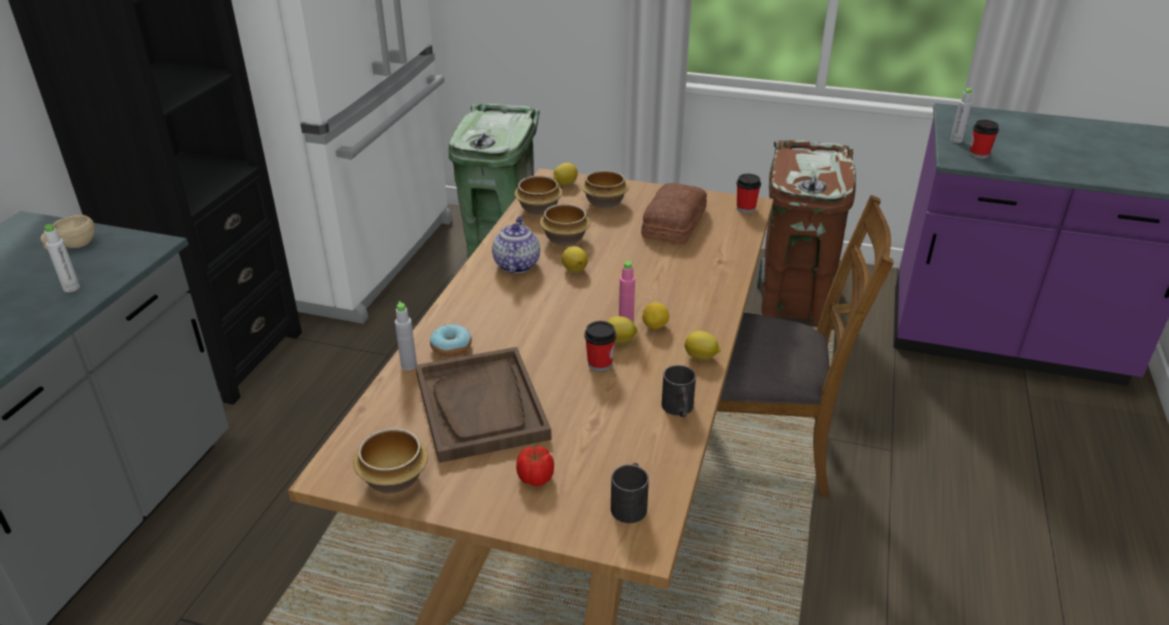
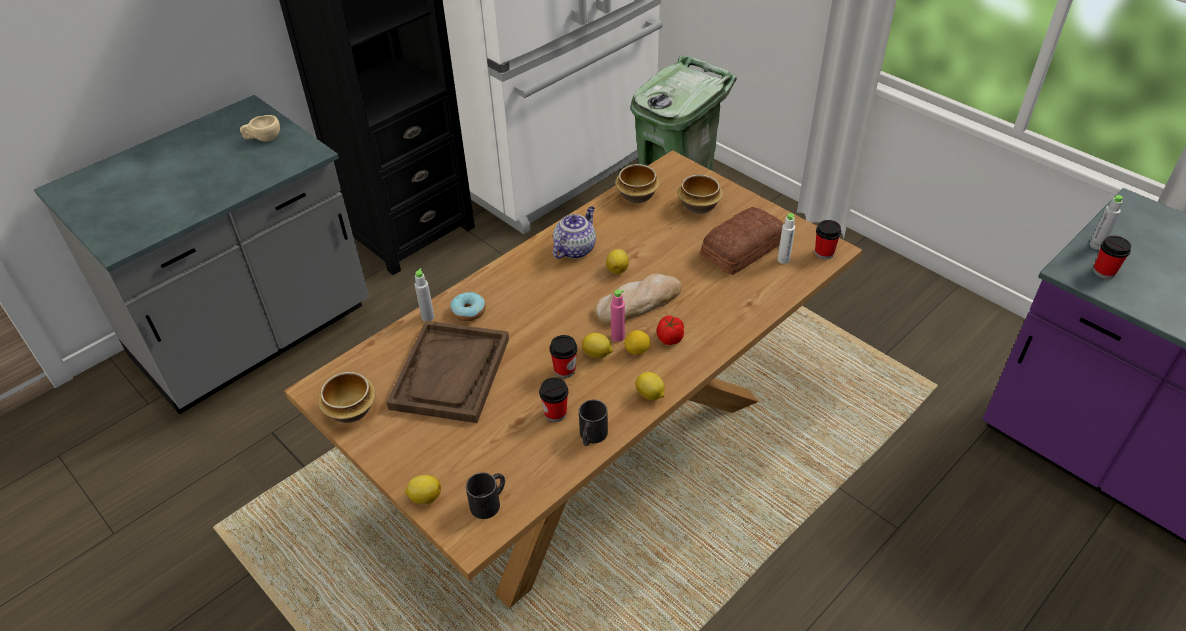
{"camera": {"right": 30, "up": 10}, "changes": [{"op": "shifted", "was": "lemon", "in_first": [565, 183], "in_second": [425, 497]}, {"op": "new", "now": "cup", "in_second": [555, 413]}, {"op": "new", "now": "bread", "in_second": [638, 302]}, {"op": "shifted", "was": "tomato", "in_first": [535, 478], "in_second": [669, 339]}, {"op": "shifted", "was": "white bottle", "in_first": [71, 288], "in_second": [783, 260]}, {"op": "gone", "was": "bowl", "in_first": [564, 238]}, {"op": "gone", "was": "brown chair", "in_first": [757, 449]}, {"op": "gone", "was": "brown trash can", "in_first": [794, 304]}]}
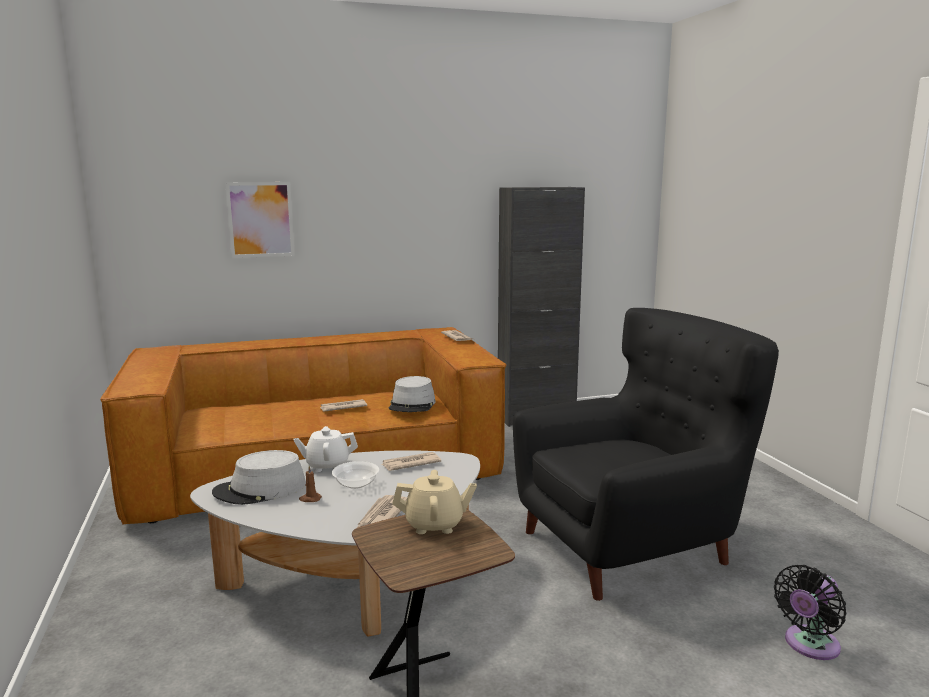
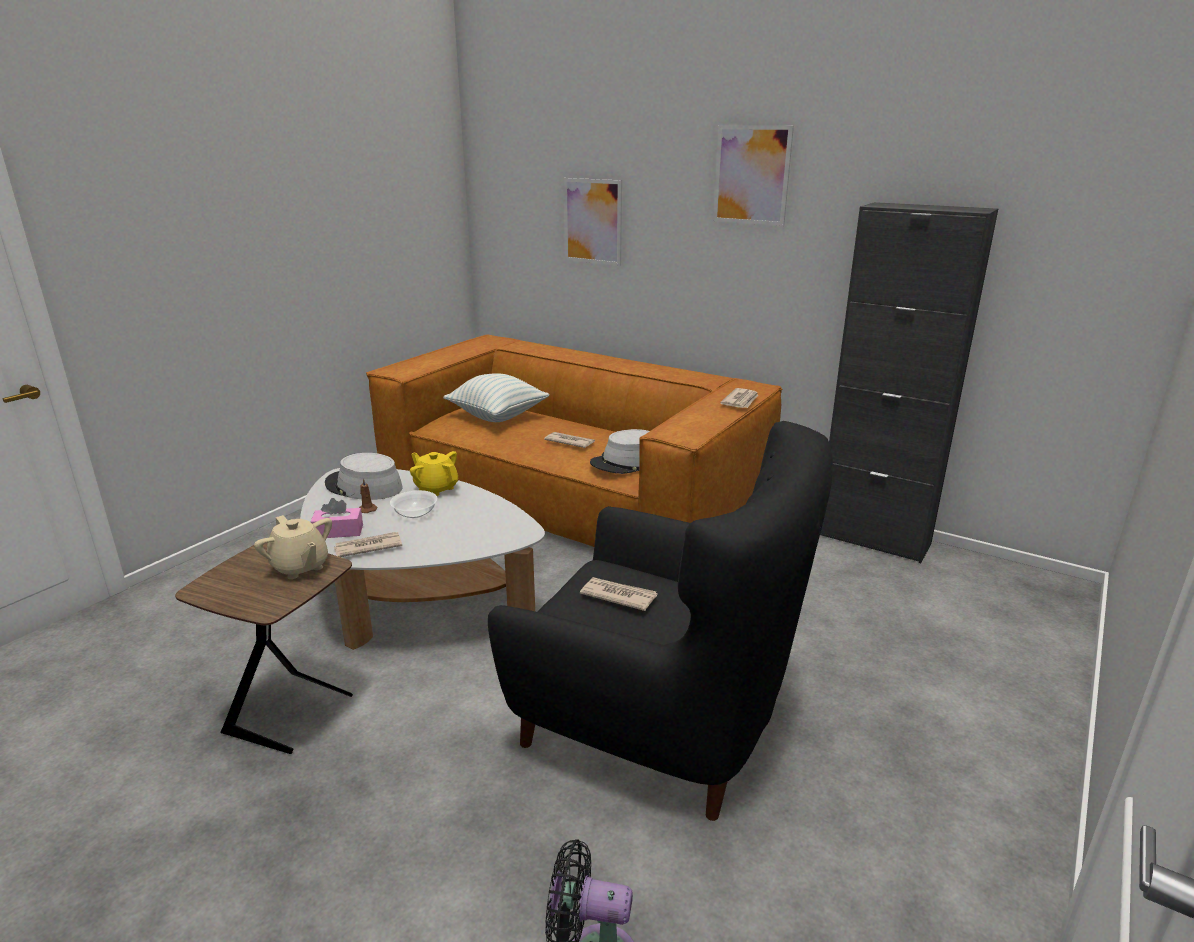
{"camera": {"right": 50, "up": 10}, "changes": [{"op": "new", "now": "pink tissue box", "in_second": [338, 531]}, {"op": "repainted", "was": "white teapot", "now": "yellow teapot", "in_first": [327, 465], "in_second": [436, 488]}, {"op": "new", "now": "pillow", "in_second": [497, 416]}, {"op": "shifted", "was": "newspaper", "in_first": [410, 464], "in_second": [618, 596]}, {"op": "new", "now": "picture", "in_second": [752, 175]}]}
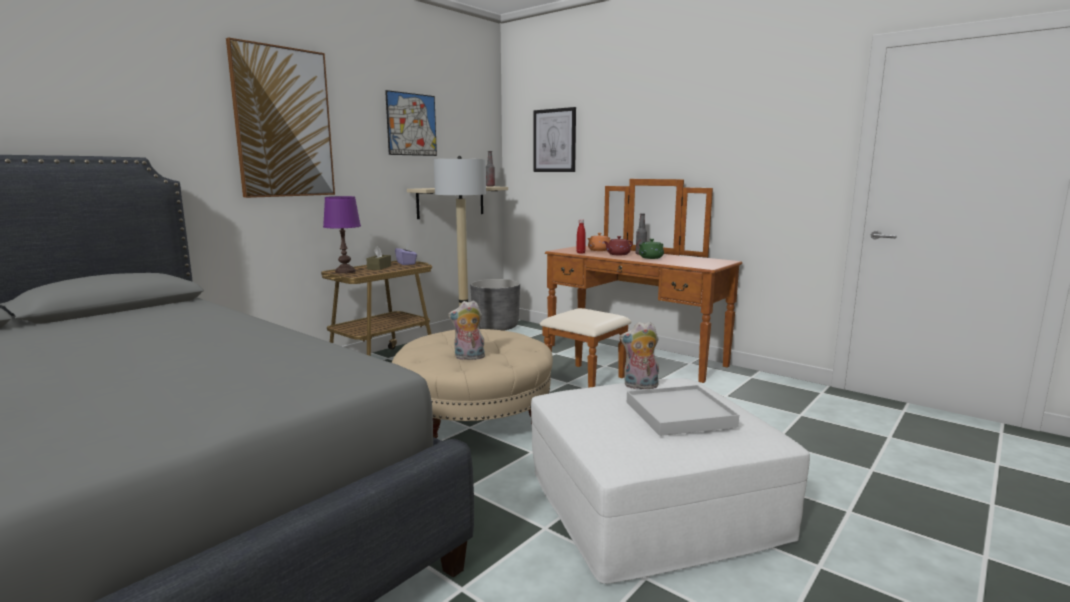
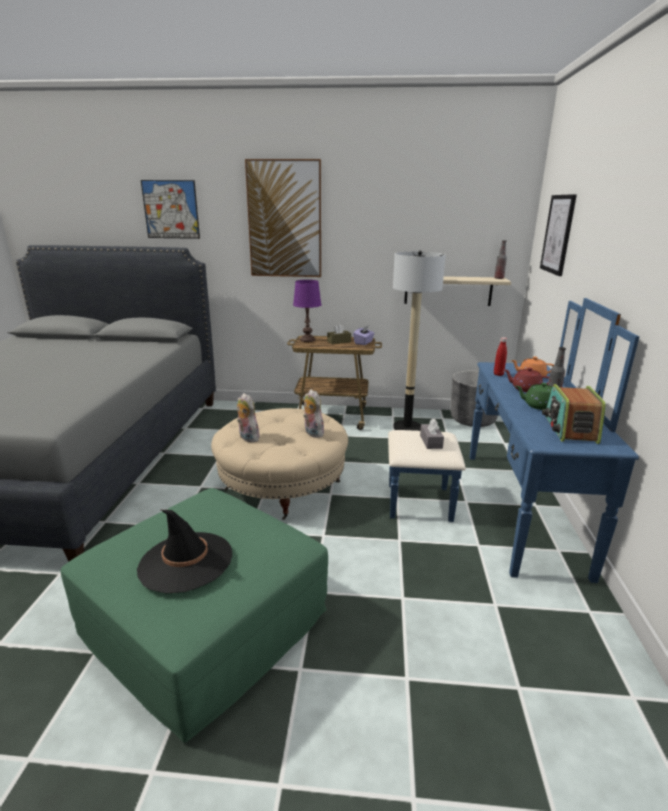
{"camera": {"right": 55, "up": 10}, "changes": [{"op": "repainted", "was": "white ottoman", "now": "green ottoman", "in_first": [653, 503], "in_second": [206, 622]}, {"op": "swapped", "was": "white tray", "now": "black hat", "in_first": [679, 414], "in_second": [185, 562]}, {"op": "shifted", "was": "picture", "in_first": [411, 124], "in_second": [171, 209]}, {"op": "shifted", "was": "plush toy", "in_first": [640, 386], "in_second": [312, 433]}, {"op": "repainted", "was": "brown dresser", "now": "blue dresser", "in_first": [624, 360], "in_second": [497, 507]}, {"op": "new", "now": "grey tissue box", "in_second": [431, 442]}, {"op": "new", "now": "radio", "in_second": [569, 429]}]}
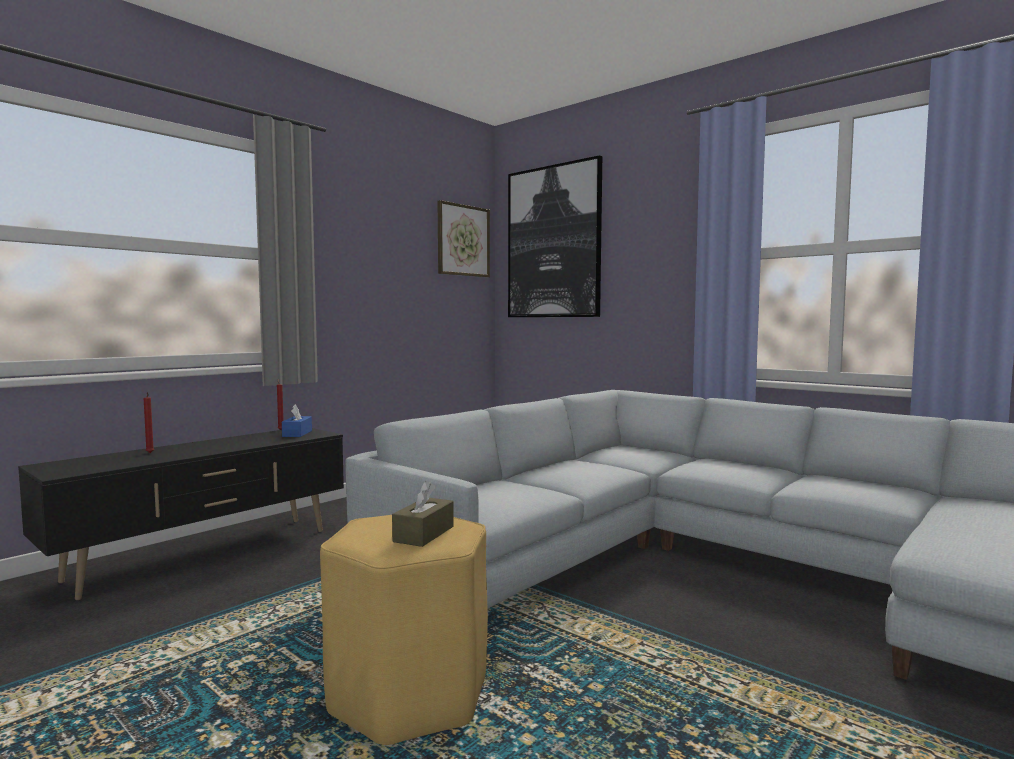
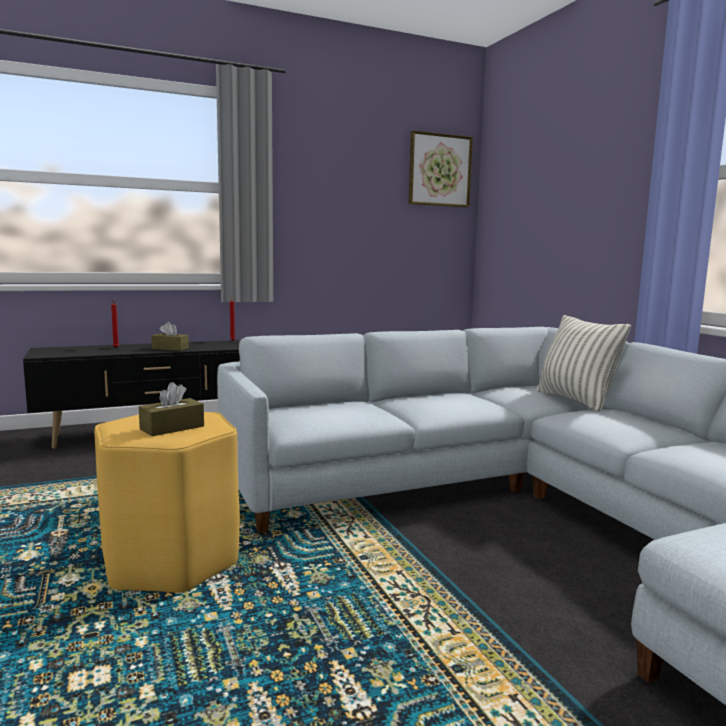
{"camera": {"right": 25, "up": 5}, "changes": [{"op": "new", "now": "brown tissue box", "in_second": [170, 348]}, {"op": "new", "now": "pillow", "in_second": [576, 400]}, {"op": "gone", "was": "blue tissue box", "in_first": [297, 433]}, {"op": "gone", "was": "picture", "in_first": [553, 242]}]}
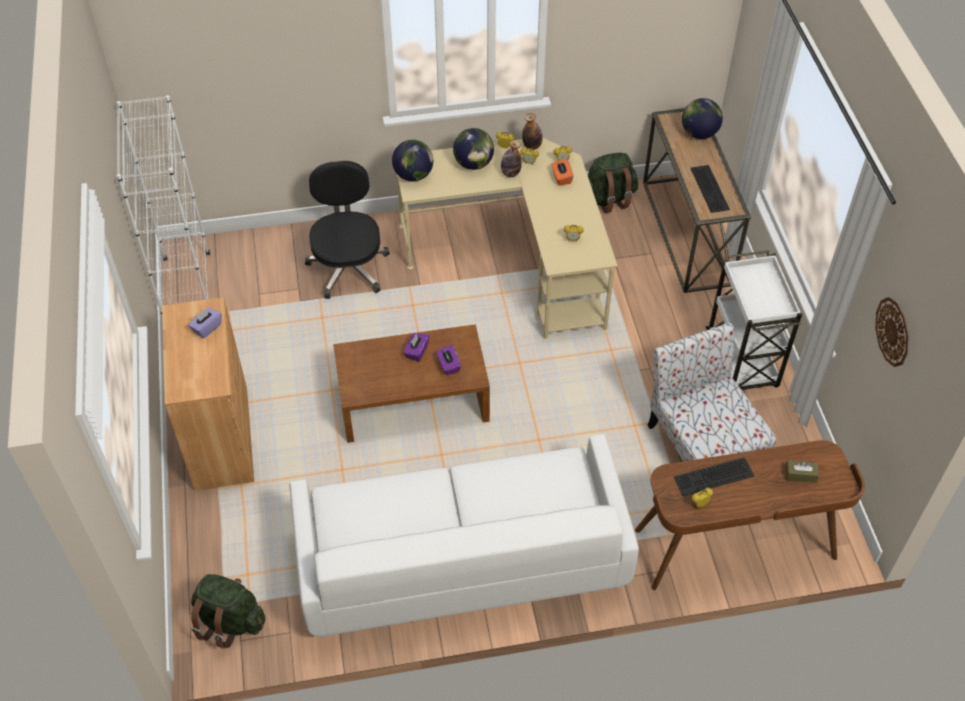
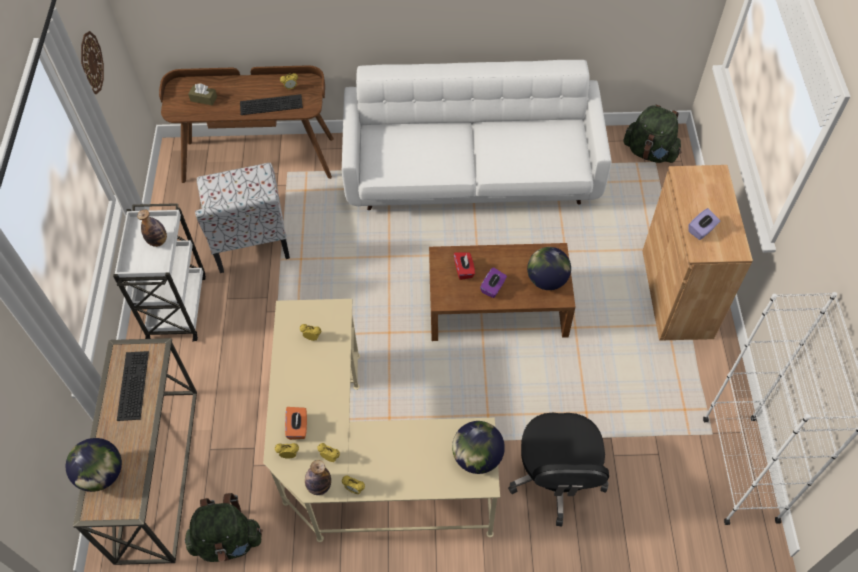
{"camera": {"right": -170, "up": 5}, "changes": [{"op": "shifted", "was": "bottle", "in_first": [510, 173], "in_second": [158, 241]}, {"op": "repainted", "was": "purple tissue box", "now": "red tissue box", "in_first": [448, 365], "in_second": [464, 270]}, {"op": "shifted", "was": "globe", "in_first": [473, 164], "in_second": [546, 280]}]}
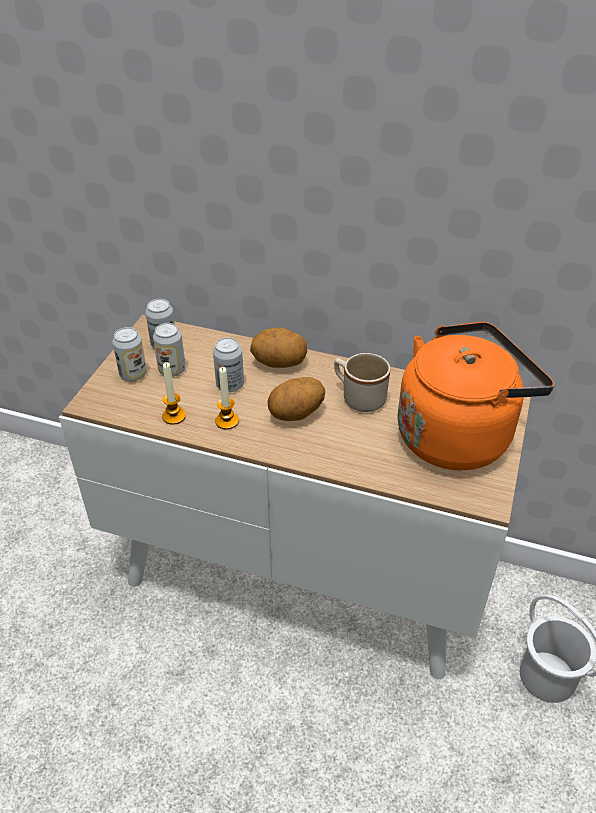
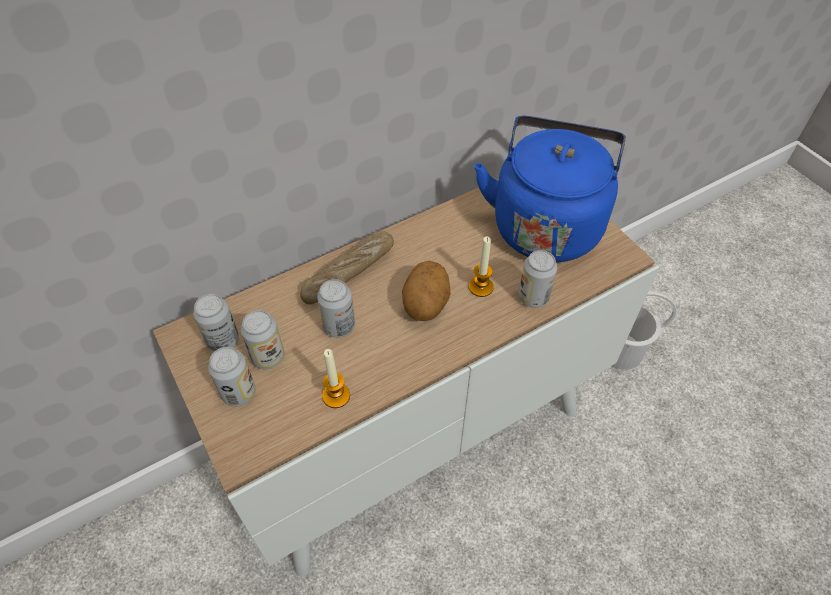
{"camera": {"right": -50, "up": 10}, "changes": [{"op": "swapped", "was": "potato", "now": "bread", "in_first": [279, 363], "in_second": [349, 273]}, {"op": "shifted", "was": "candle", "in_first": [227, 421], "in_second": [481, 287]}, {"op": "repainted", "was": "orange kettle", "now": "blue kettle", "in_first": [458, 434], "in_second": [546, 224]}, {"op": "new", "now": "can", "in_second": [533, 297]}, {"op": "gone", "was": "beige mug", "in_first": [358, 397]}]}
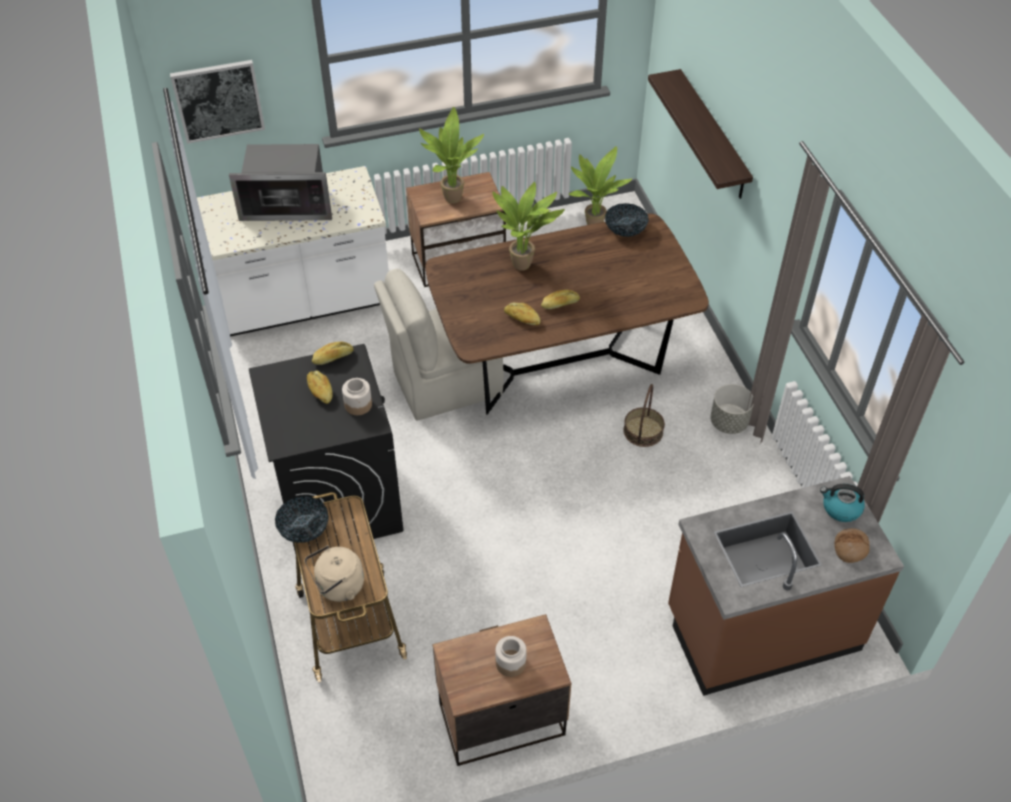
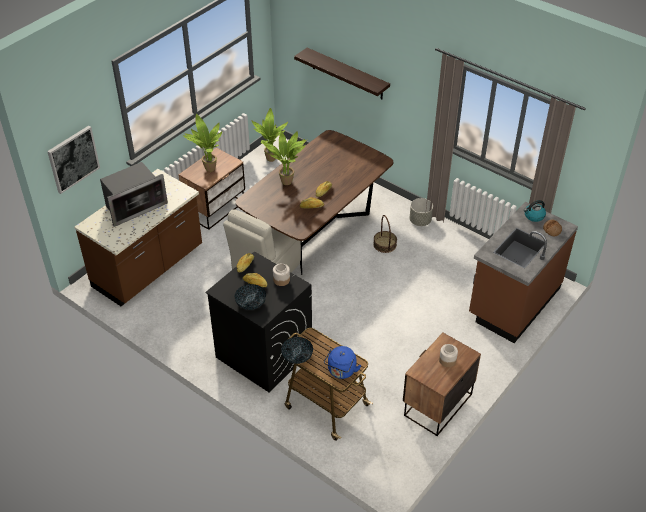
{"camera": {"right": -35, "up": -5}, "changes": [{"op": "repainted", "was": "white counter", "now": "brown counter", "in_first": [306, 303], "in_second": [149, 268]}, {"op": "shifted", "was": "bowl", "in_first": [625, 229], "in_second": [250, 303]}, {"op": "repainted", "was": "beige kettle", "now": "blue kettle", "in_first": [338, 587], "in_second": [341, 371]}]}
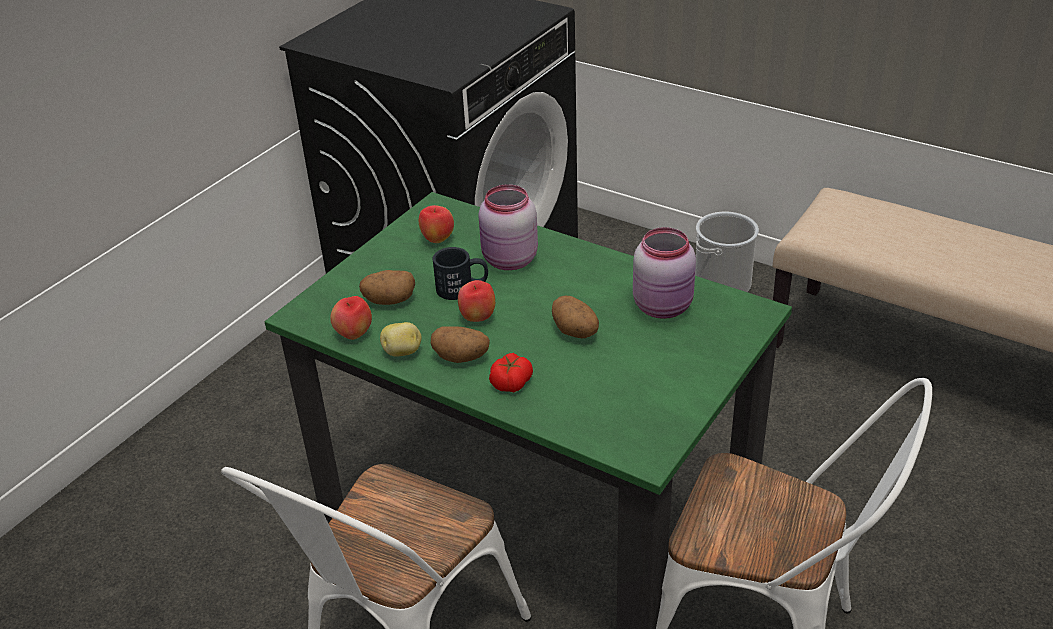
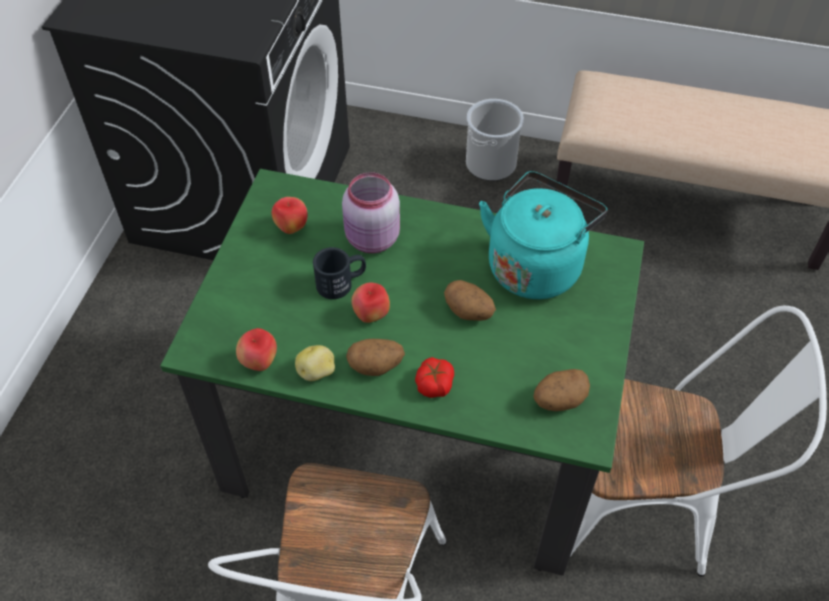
{"camera": {"right": -20, "up": 15}, "changes": [{"op": "swapped", "was": "pink jar", "now": "turquoise kettle", "in_first": [664, 306], "in_second": [536, 265]}, {"op": "shifted", "was": "potato", "in_first": [389, 300], "in_second": [558, 400]}]}
